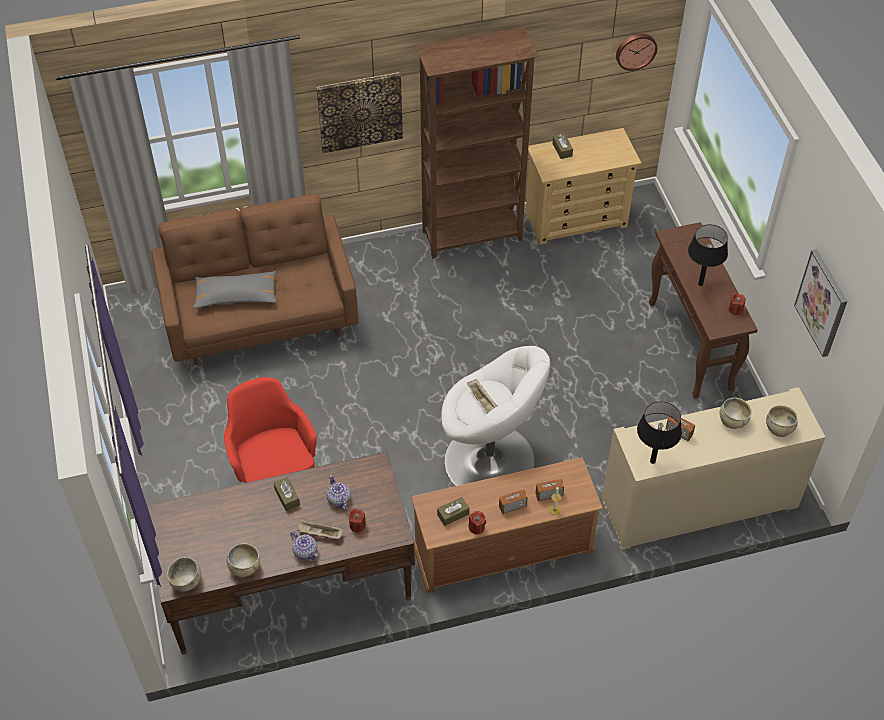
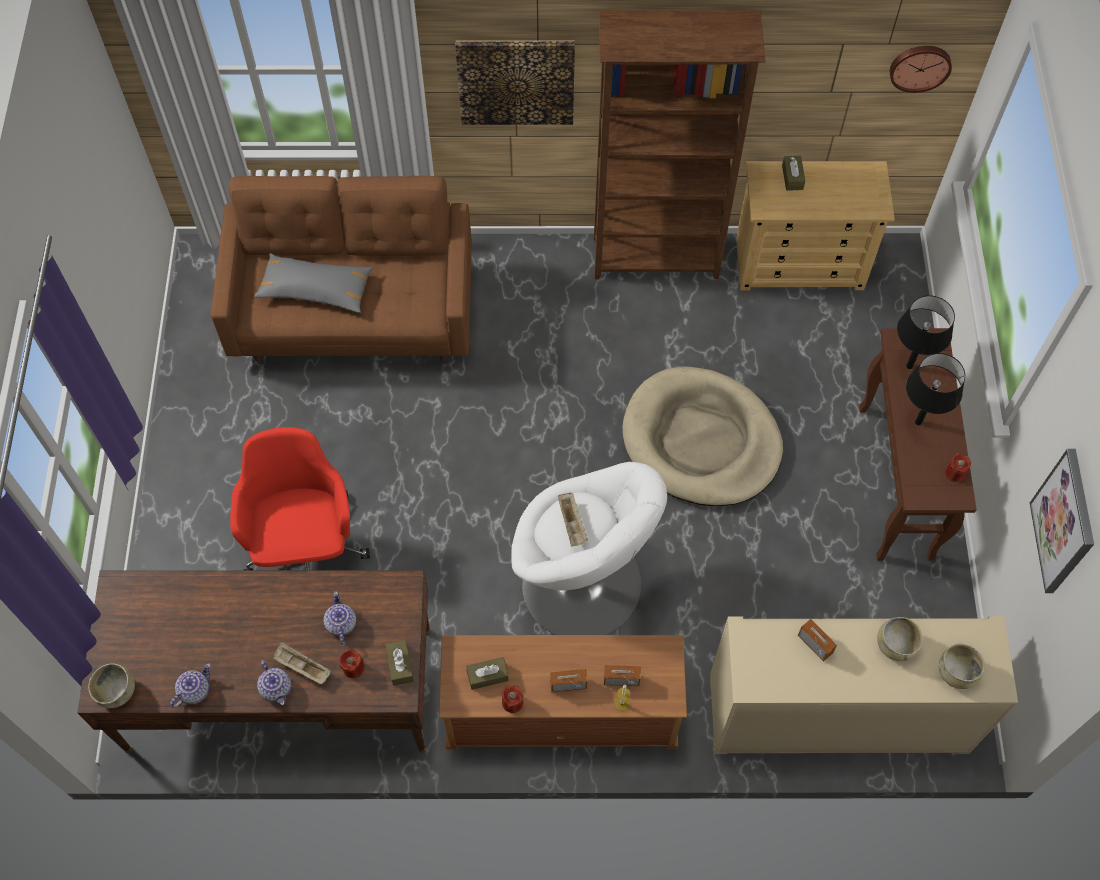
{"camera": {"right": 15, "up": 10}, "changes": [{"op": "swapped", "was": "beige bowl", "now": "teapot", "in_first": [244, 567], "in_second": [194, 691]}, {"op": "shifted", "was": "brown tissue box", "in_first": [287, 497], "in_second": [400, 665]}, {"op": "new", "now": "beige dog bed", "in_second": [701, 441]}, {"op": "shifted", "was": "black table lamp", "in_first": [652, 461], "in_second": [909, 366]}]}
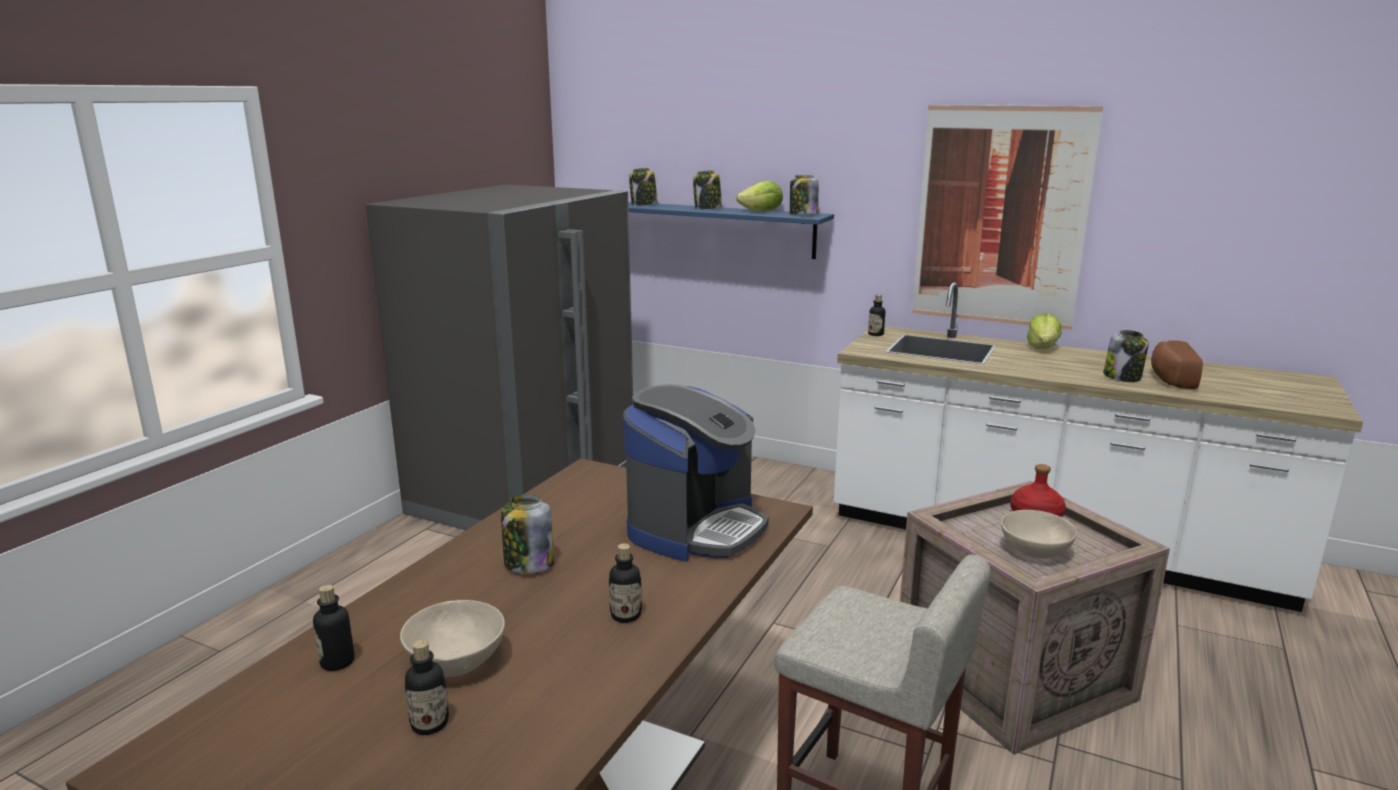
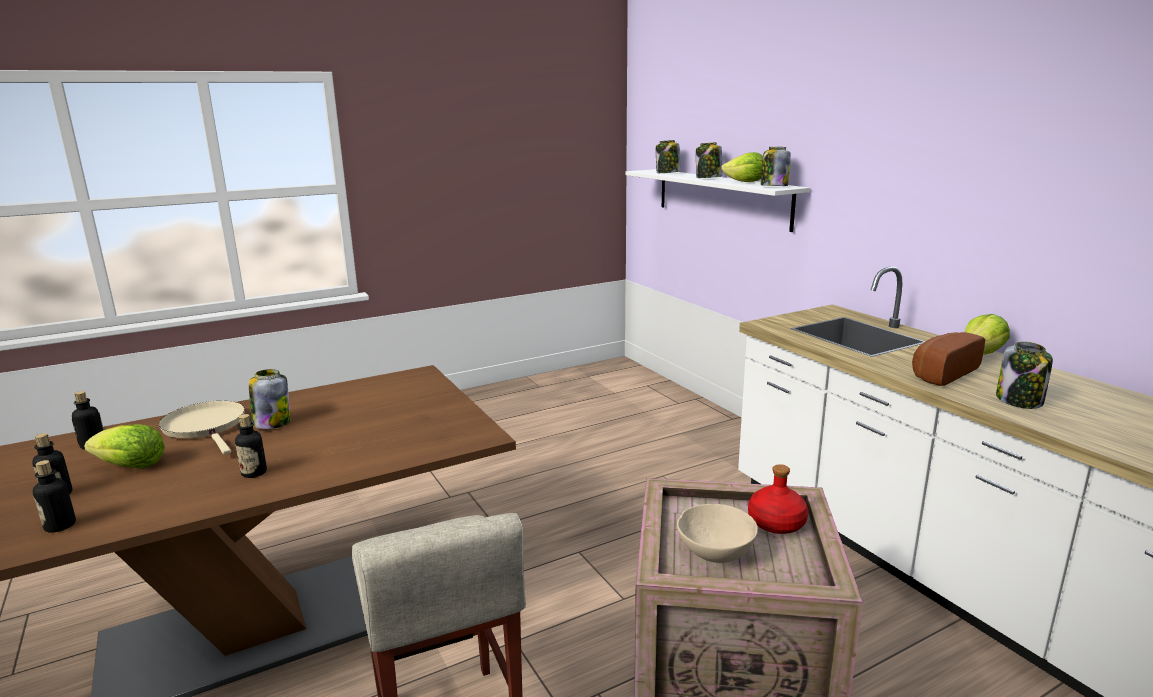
{"camera": {"right": 35, "up": 0}, "changes": [{"op": "shifted", "was": "bottle", "in_first": [875, 334], "in_second": [60, 526]}, {"op": "swapped", "was": "beige bowl", "now": "lettuce", "in_first": [457, 662], "in_second": [131, 466]}, {"op": "new", "now": "beige frying pan", "in_second": [206, 426]}, {"op": "repainted", "was": "blue shelf", "now": "white shelf", "in_first": [714, 228], "in_second": [721, 197]}, {"op": "shifted", "was": "bread", "in_first": [1169, 378], "in_second": [941, 373]}, {"op": "gone", "was": "grey fridge", "in_first": [527, 491]}, {"op": "gone", "was": "coffee machine", "in_first": [696, 528]}, {"op": "gone", "was": "picture", "in_first": [1000, 216]}]}
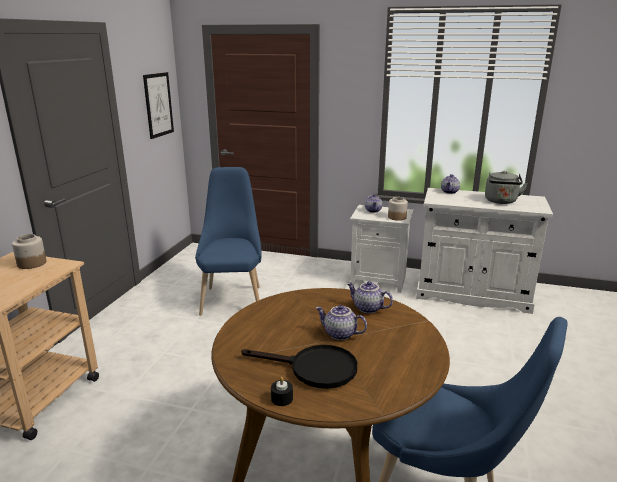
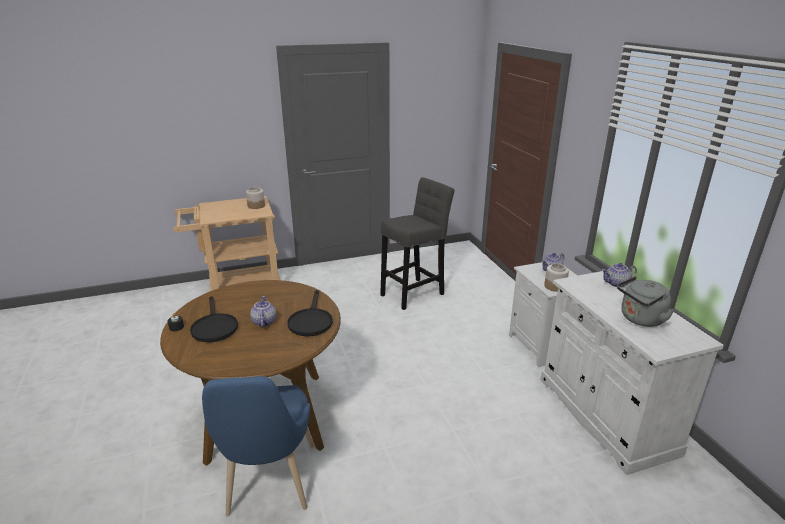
{"camera": {"right": 55, "up": 5}, "changes": [{"op": "swapped", "was": "teapot", "now": "black frying pan", "in_first": [367, 308], "in_second": [311, 321]}, {"op": "swapped", "was": "blue chair", "now": "grey stool", "in_first": [233, 298], "in_second": [414, 293]}, {"op": "gone", "was": "picture", "in_first": [158, 105]}]}
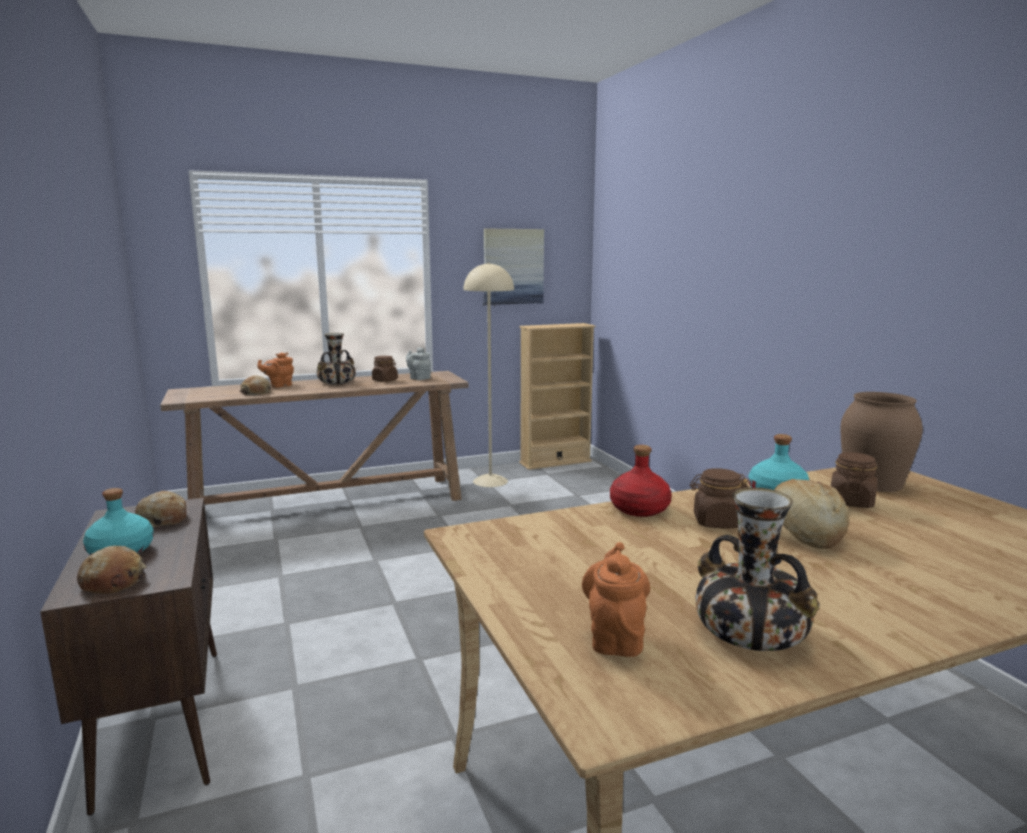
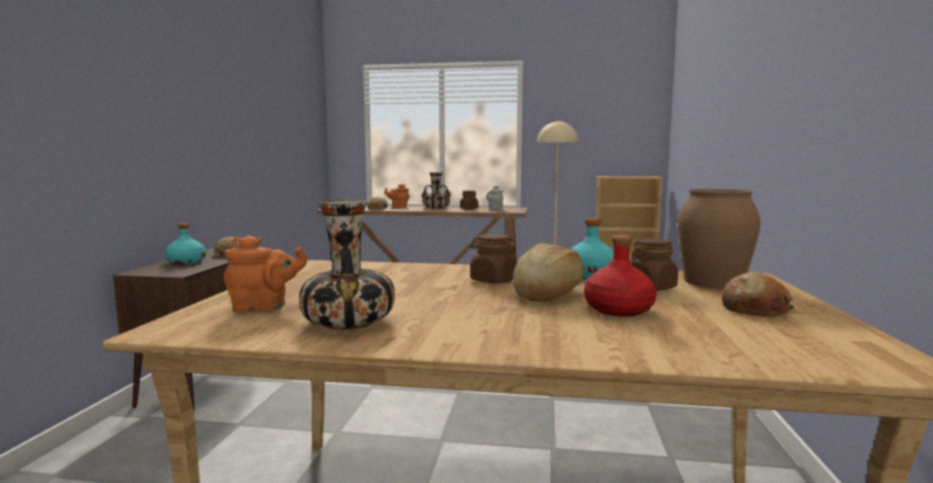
{"camera": {"right": 30, "up": -5}, "changes": [{"op": "rotated", "was": "orange teapot", "in_first": [615, 637], "in_second": [264, 308], "clockwise": 45}, {"op": "shifted", "was": "red bottle", "in_first": [639, 509], "in_second": [618, 310]}, {"op": "shifted", "was": "bread", "in_first": [114, 581], "in_second": [754, 309]}, {"op": "gone", "was": "picture", "in_first": [513, 266]}]}
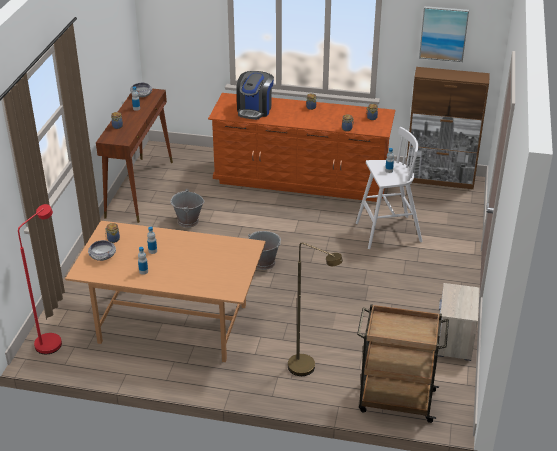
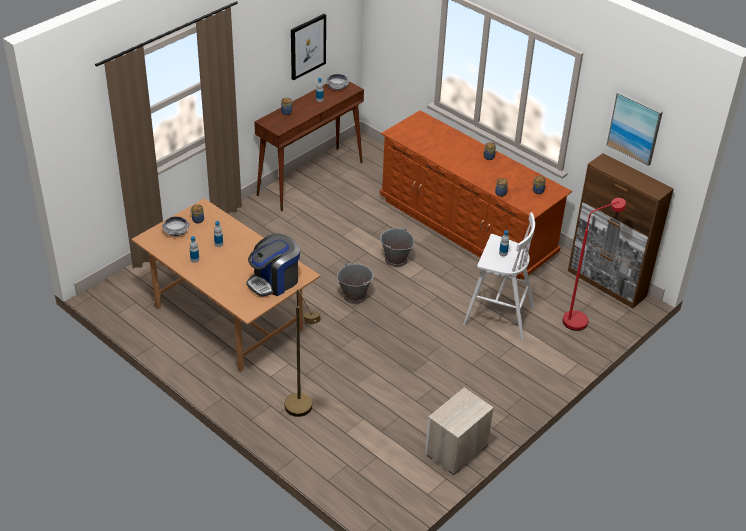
{"camera": {"right": 30, "up": 5}, "changes": [{"op": "shifted", "was": "coffee machine", "in_first": [254, 110], "in_second": [274, 281]}, {"op": "new", "now": "picture", "in_second": [307, 46]}, {"op": "shifted", "was": "grey bucket", "in_first": [188, 221], "in_second": [395, 260]}, {"op": "shifted", "was": "red floor lamp", "in_first": [52, 340], "in_second": [580, 319]}, {"op": "gone", "was": "brown cart", "in_first": [395, 400]}]}
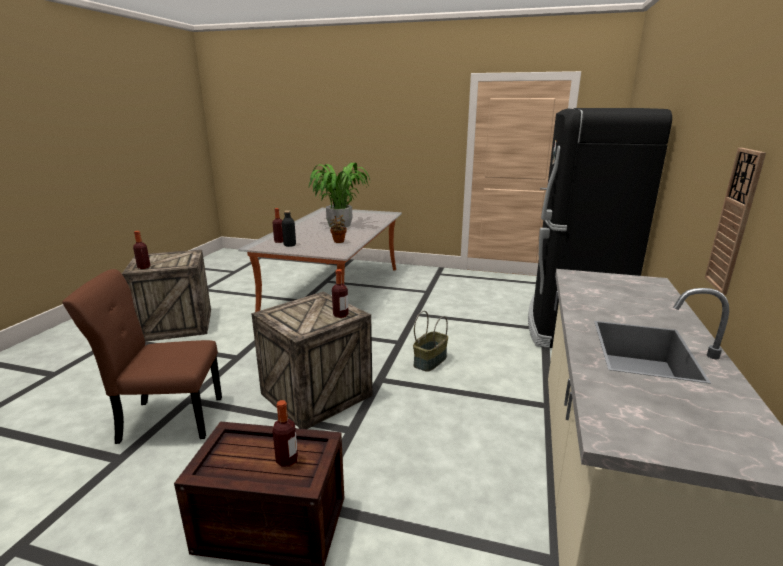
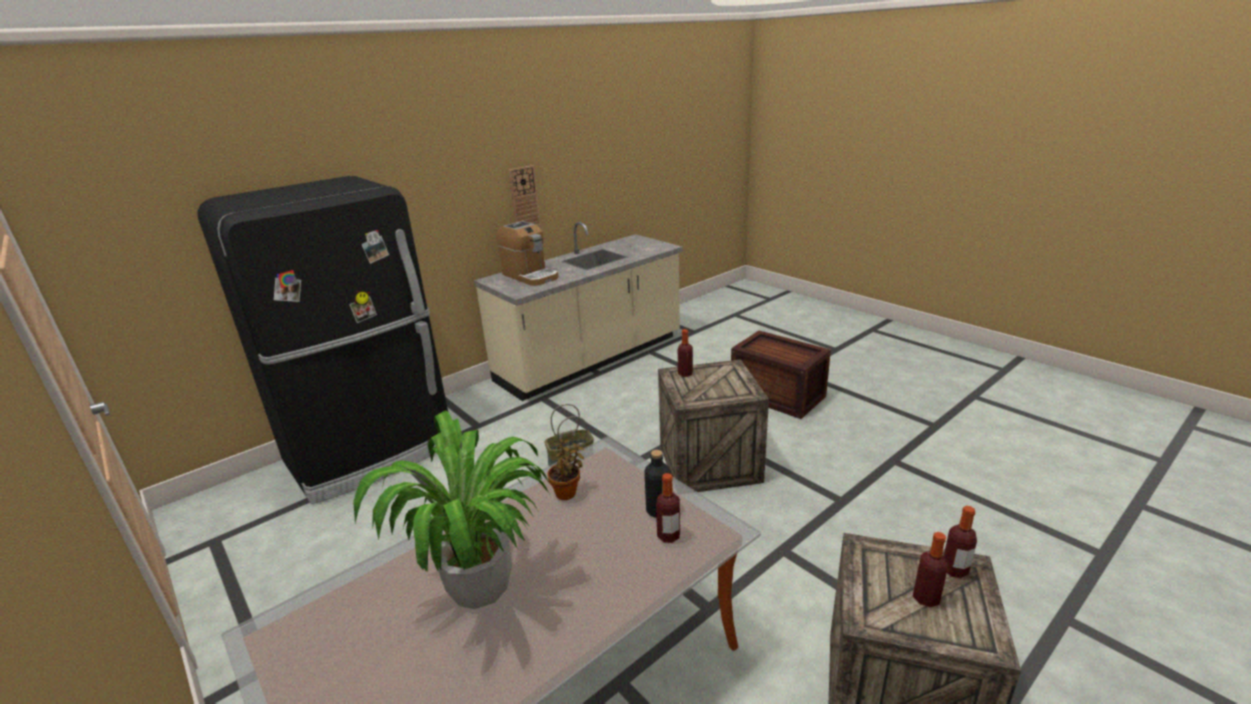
{"camera": {"right": -145, "up": 5}, "changes": [{"op": "new", "now": "coffee machine", "in_second": [530, 276]}, {"op": "shifted", "was": "bottle", "in_first": [287, 460], "in_second": [926, 598]}, {"op": "gone", "was": "brown chair", "in_first": [167, 419]}]}
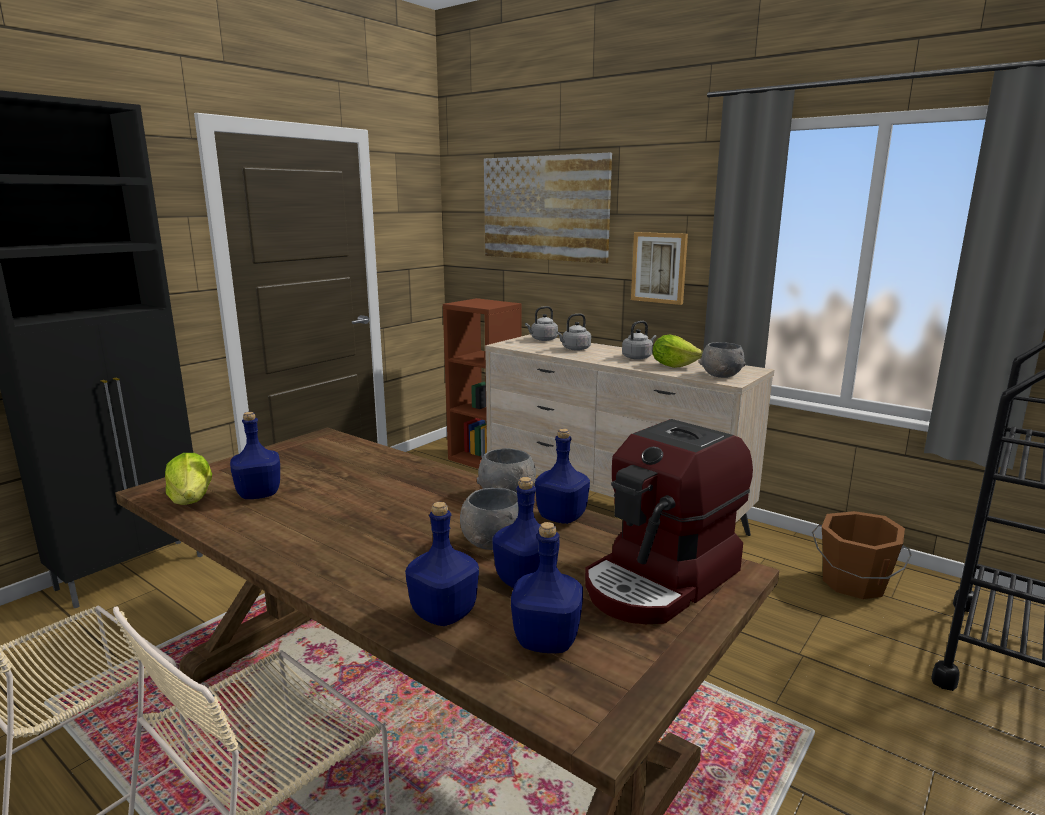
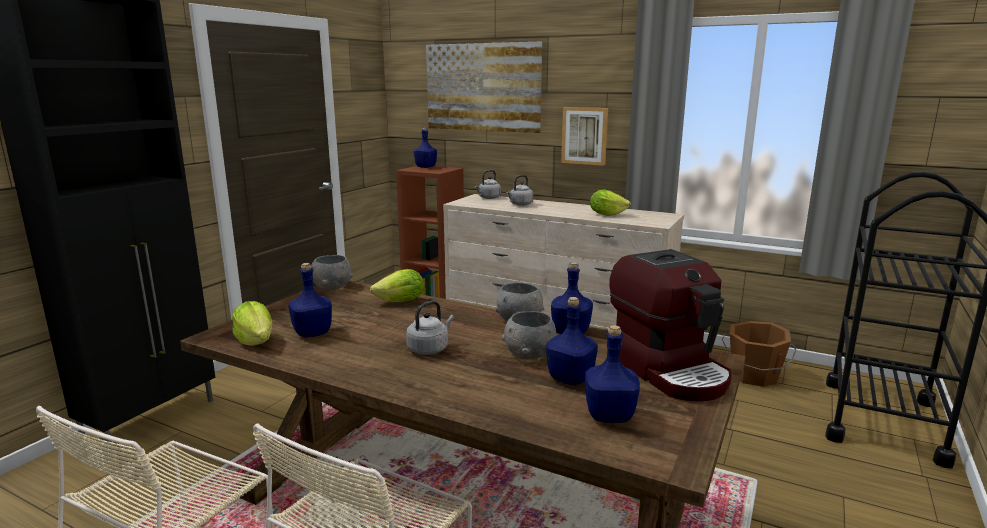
{"camera": {"right": -10, "up": 0}, "changes": [{"op": "shifted", "was": "grey bowl", "in_first": [720, 375], "in_second": [331, 287]}, {"op": "new", "now": "lettuce", "in_second": [401, 302]}, {"op": "shifted", "was": "grey kettle", "in_first": [638, 357], "in_second": [429, 349]}, {"op": "shifted", "was": "blue bottle", "in_first": [443, 613], "in_second": [425, 167]}, {"op": "rotated", "was": "coffee machine", "in_first": [662, 581], "in_second": [669, 370], "clockwise": -60}]}
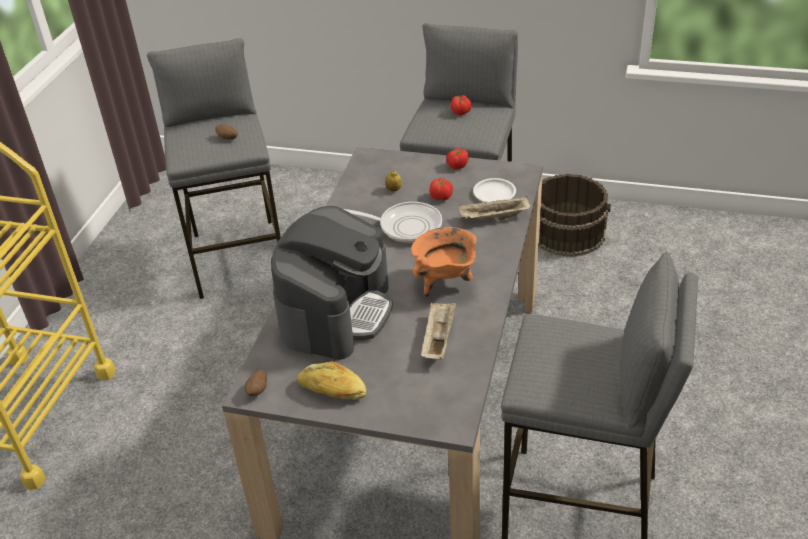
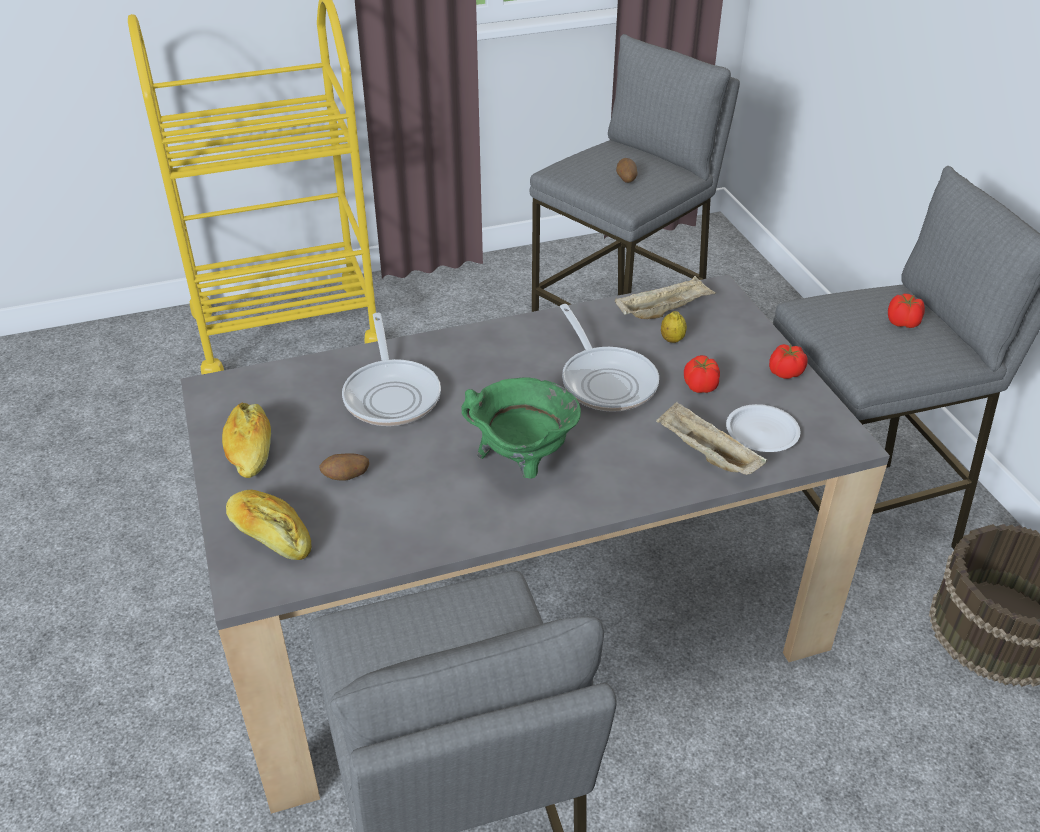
{"camera": {"right": 55, "up": 0}, "changes": [{"op": "new", "now": "bread", "in_second": [270, 535]}, {"op": "shifted", "was": "potato", "in_first": [258, 391], "in_second": [346, 477]}, {"op": "swapped", "was": "coffee machine", "now": "frying pan", "in_first": [336, 312], "in_second": [392, 394]}, {"op": "repainted", "was": "orange cooking pot", "now": "green cooking pot", "in_first": [445, 282], "in_second": [523, 463]}, {"op": "shifted", "was": "beige tray", "in_first": [438, 339], "in_second": [663, 311]}]}
